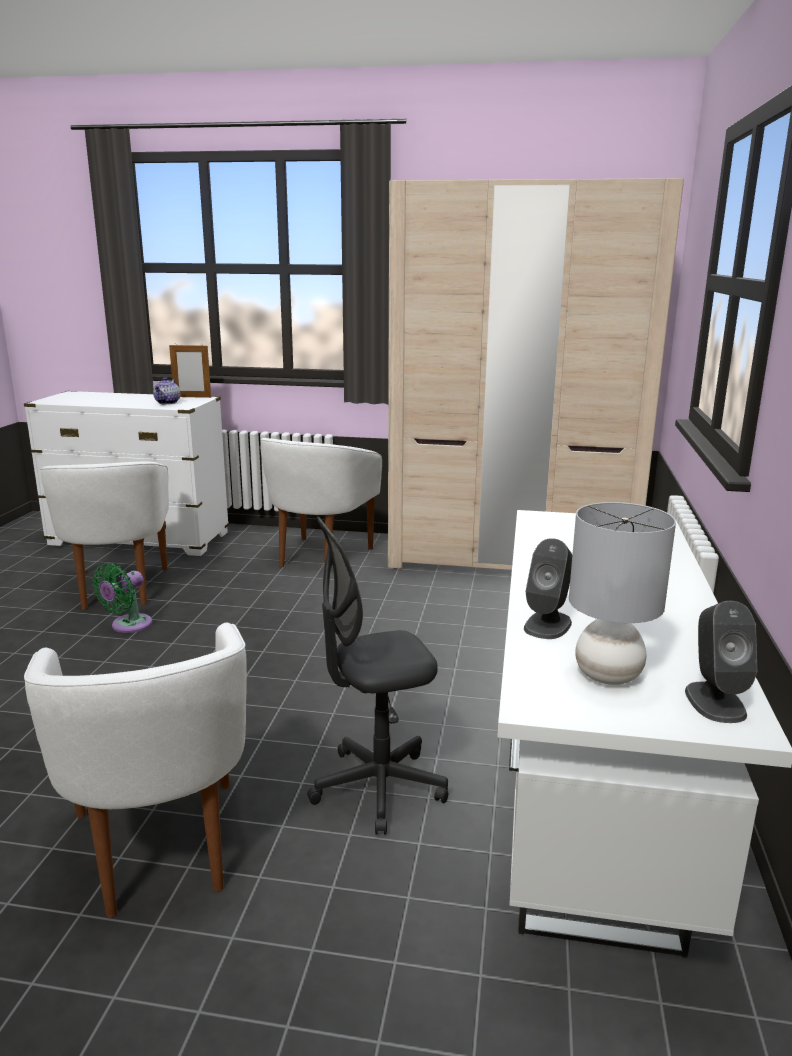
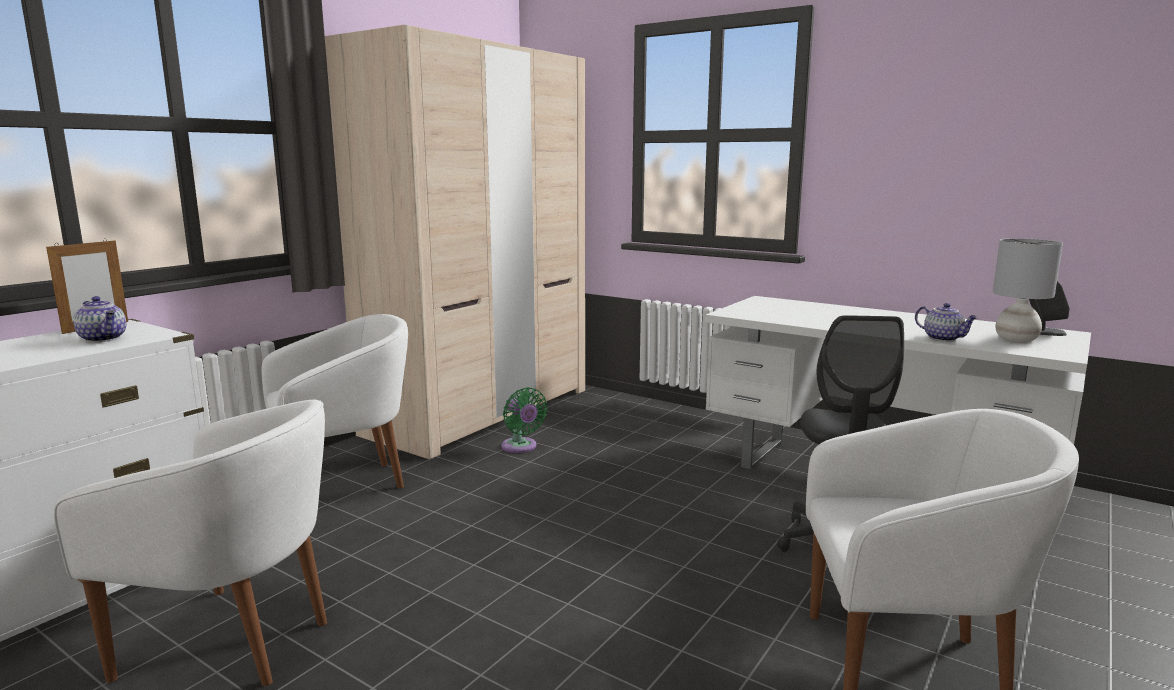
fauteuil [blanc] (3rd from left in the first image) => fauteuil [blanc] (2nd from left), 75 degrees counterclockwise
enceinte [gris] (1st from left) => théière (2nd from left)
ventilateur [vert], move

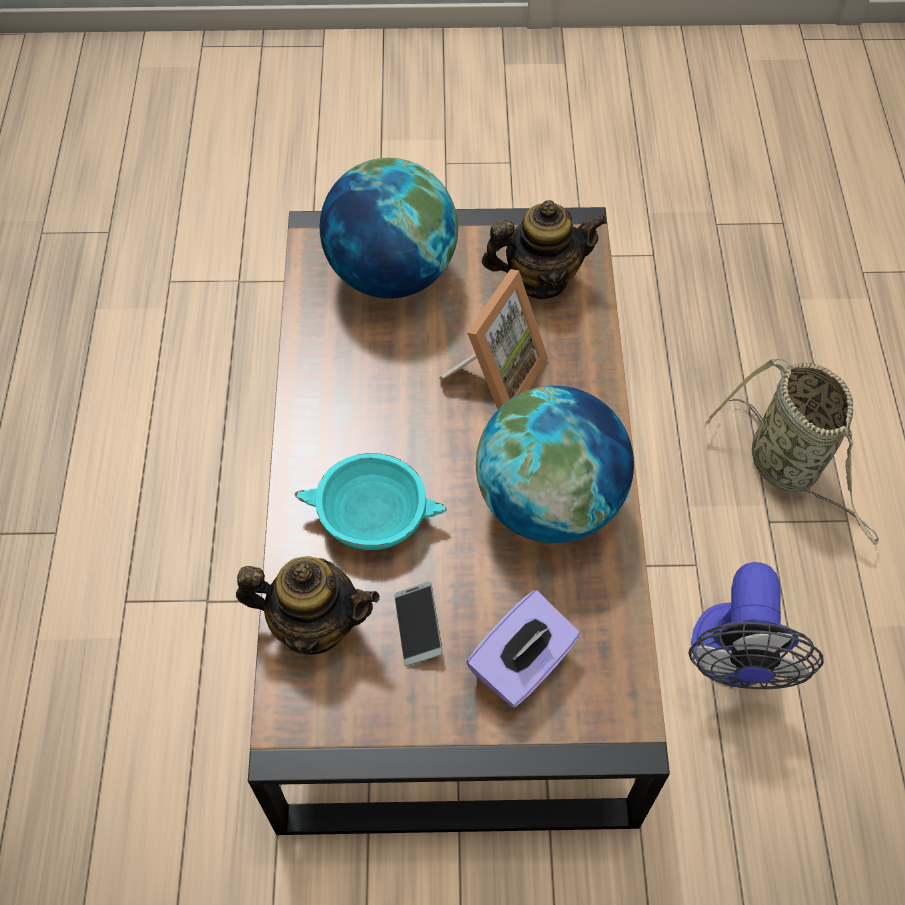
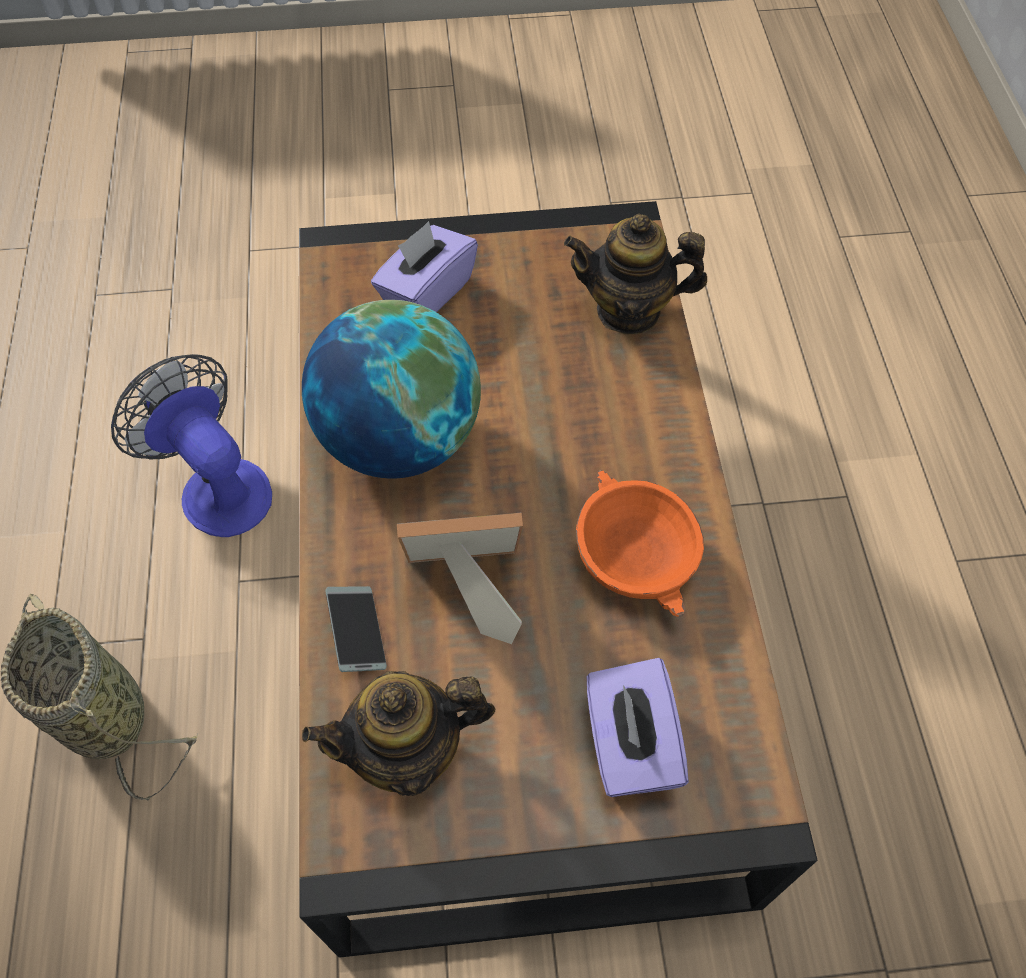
globe (1st from left) => boîte à mouchoirs [violet] (2nd from left)
cadre photo, 60 degrees clockwise
bol [turquoise] => nothing
ventilateur, 45 degrees counterclockwise
téléphone, move
nothing => bol [orange]

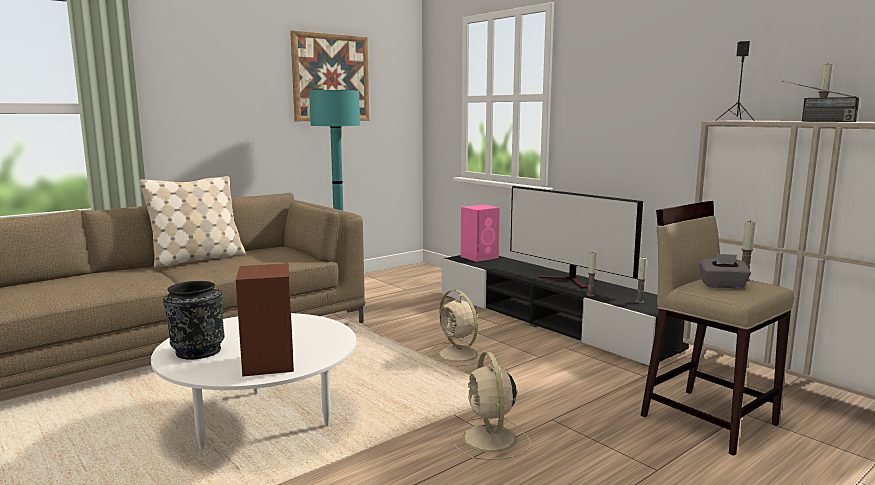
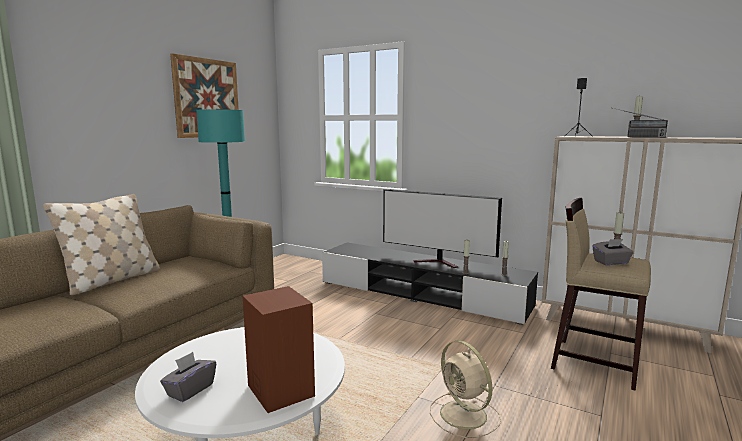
enceinte [rose] => nothing
vase [noir] => boîte à mouchoirs [gris] (1st from left)
ventilateur [beige] (1st from left) => nothing

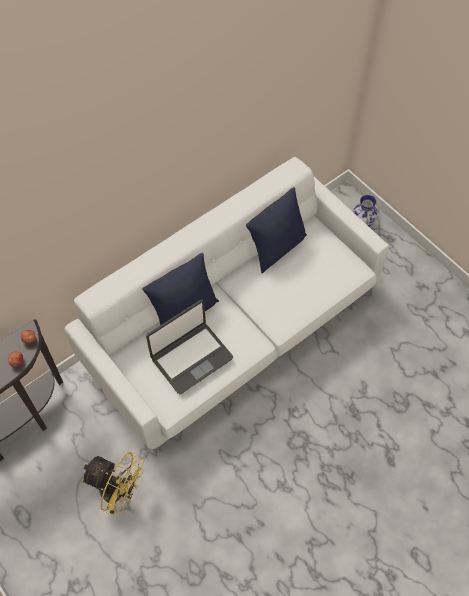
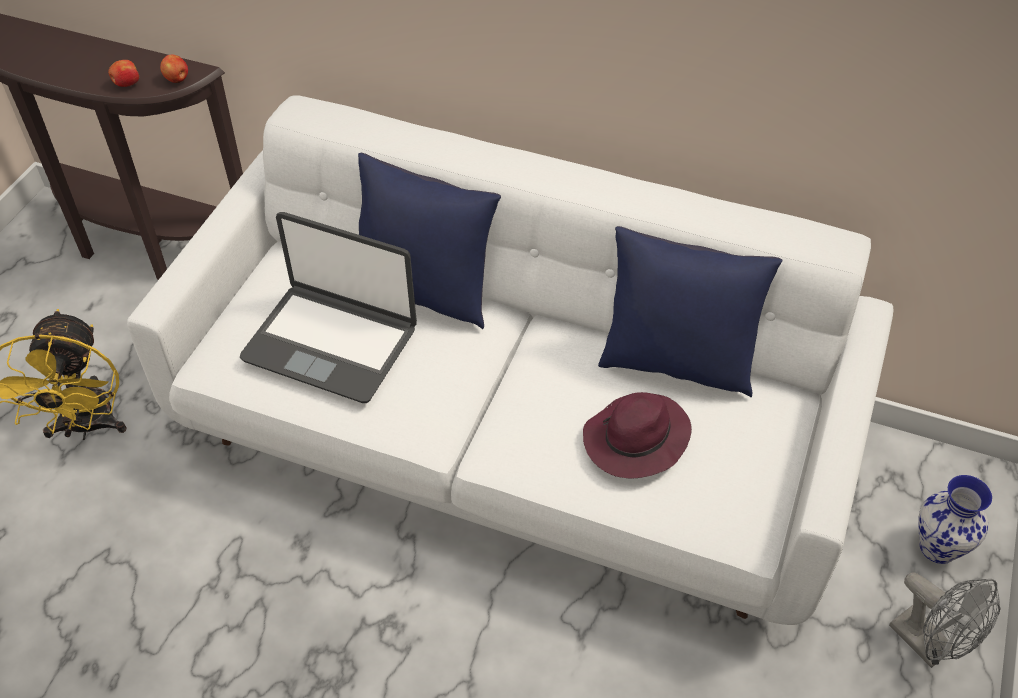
nothing => chapeau [violet]
nothing => ventilateur [gris]

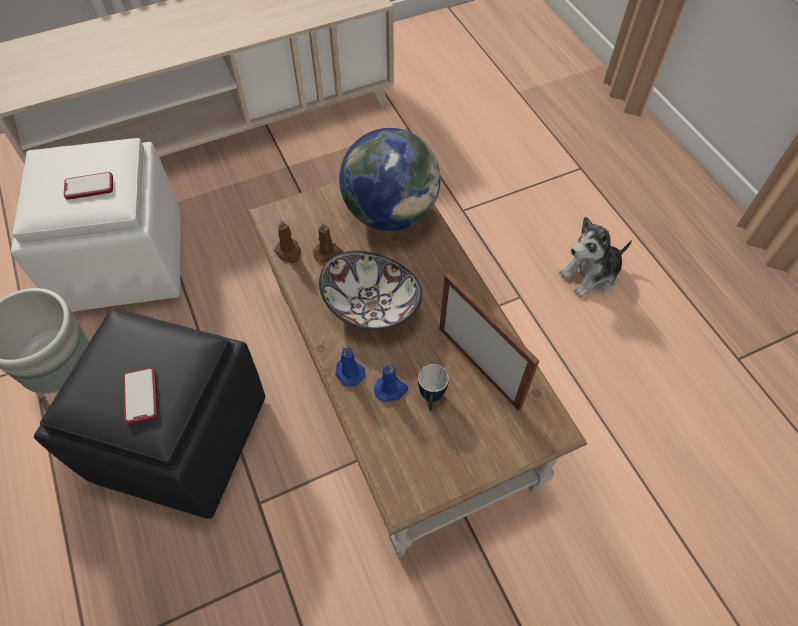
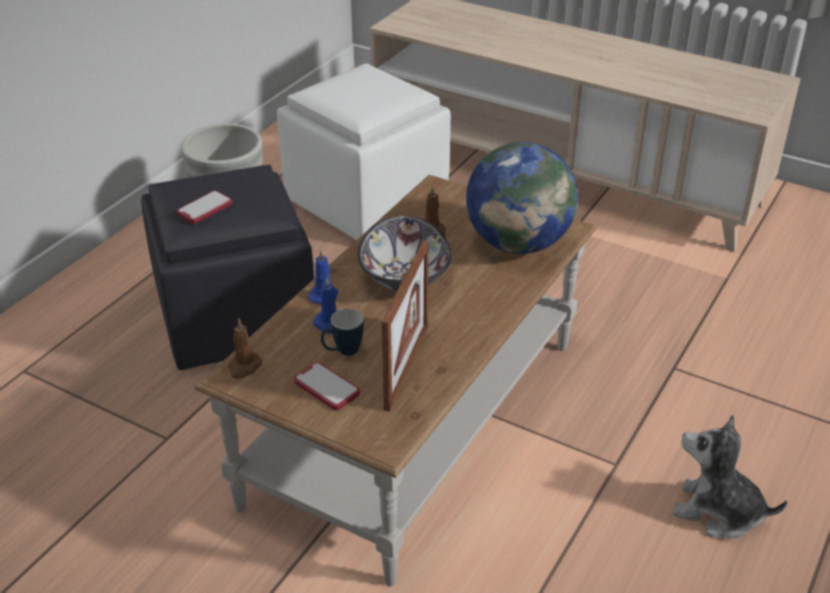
téléphone (1st from left in the first image) => téléphone (2nd from left), move
bougie [marron] (1st from left), move

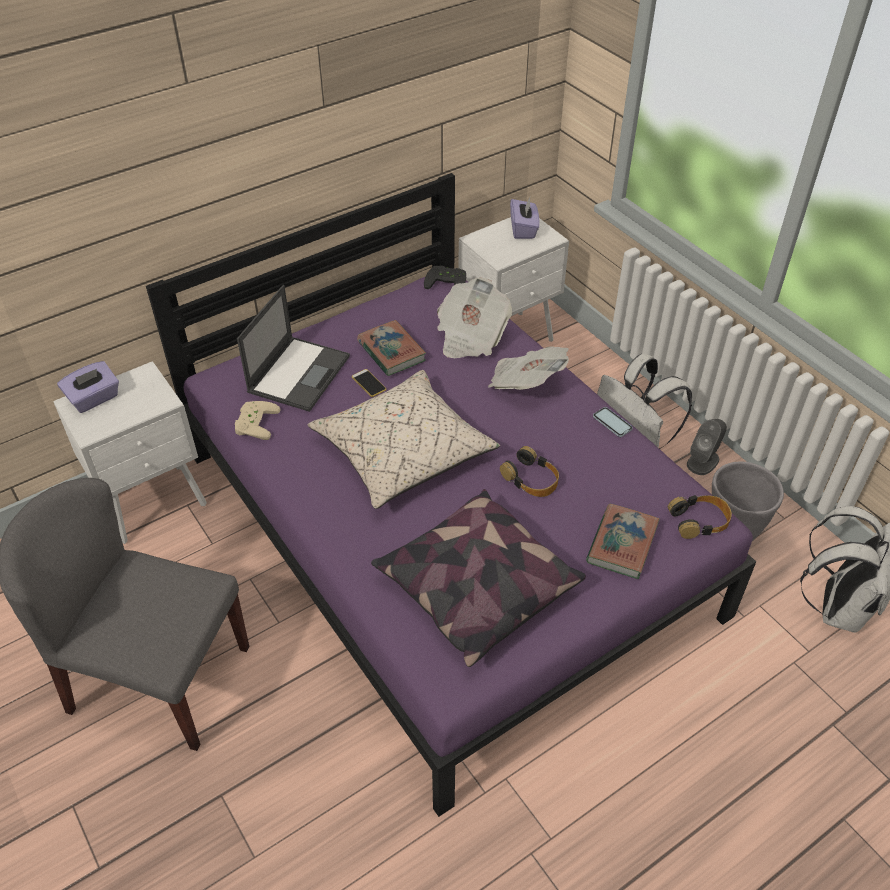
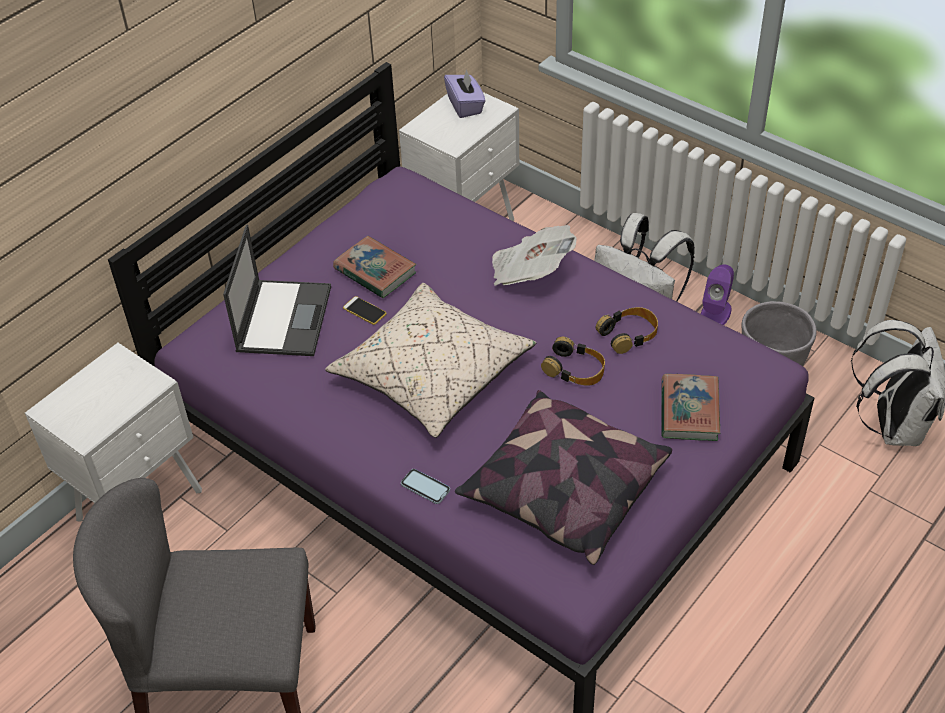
manette [noir] => nothing
journal (1st from left) => nothing
boîte à mouchoirs [violet] (1st from left) => nothing
manette [beige] => nothing
téléphone (2nd from left), move
enceinte [gris] => enceinte [violet]
casque audio (2nd from left), move

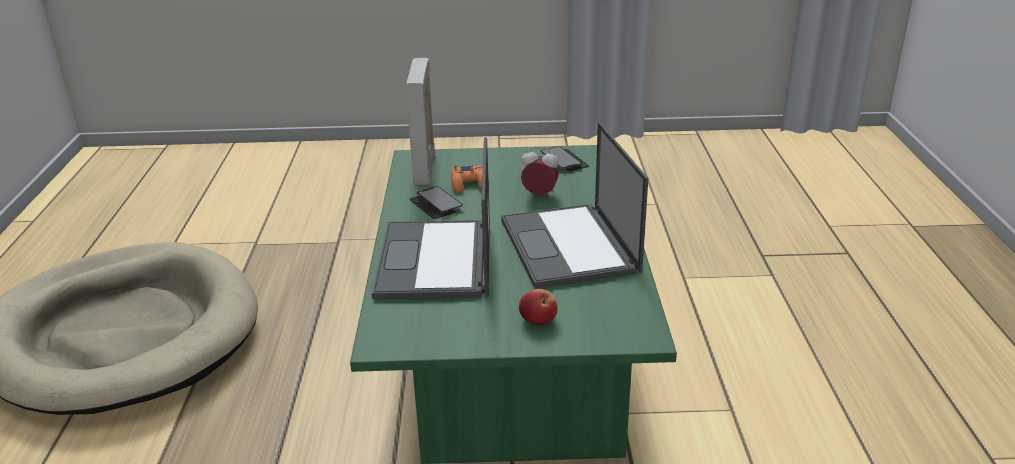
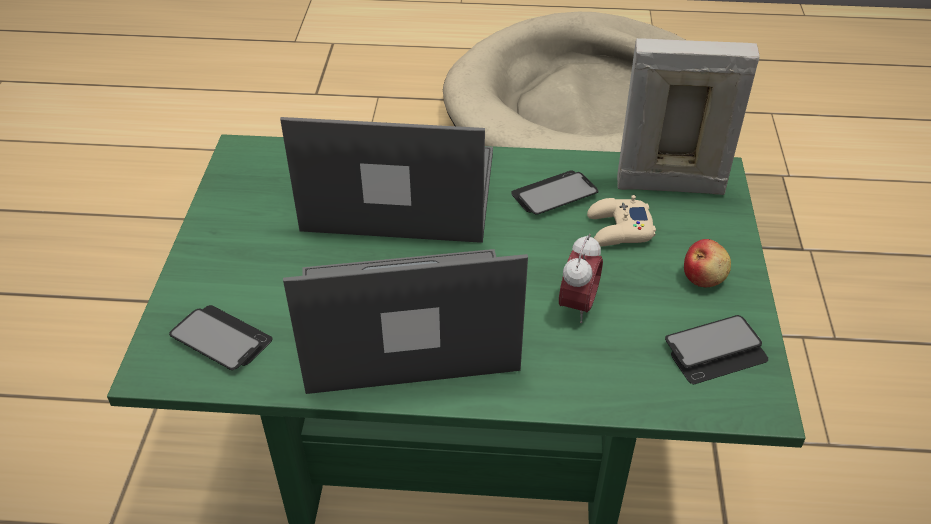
manette [orange] => manette [beige]
pomme, move
nothing => téléphone (1st from left)

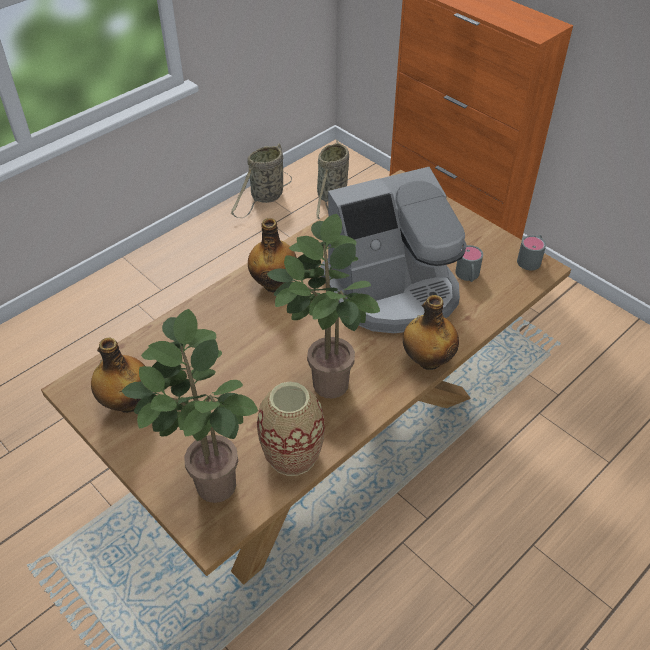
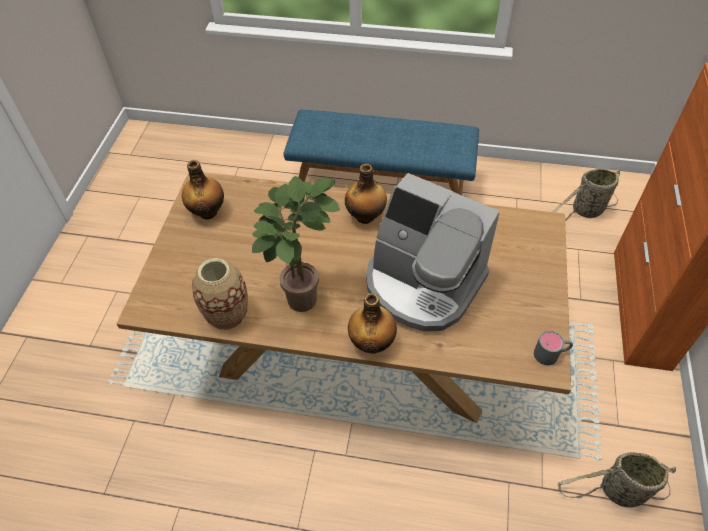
panier (1st from left in the first image) => panier (2nd from left), move
mug [gris] (1st from left) => nothing
plante en pot (1st from left) => nothing
nothing => banc [bleu]

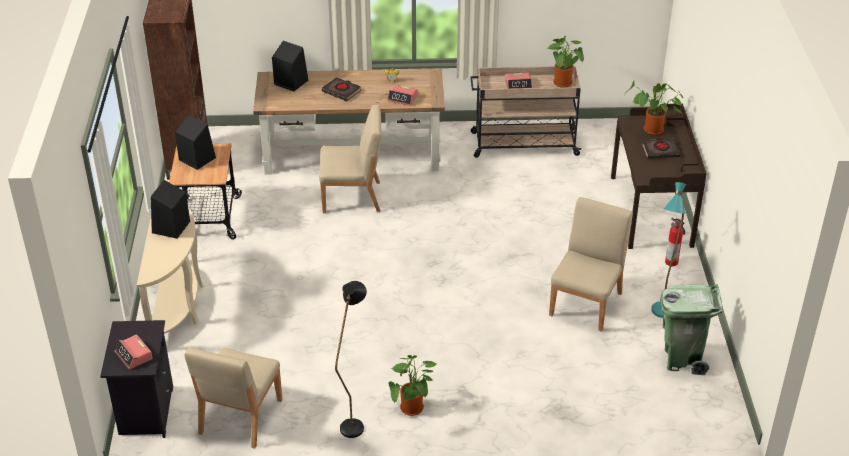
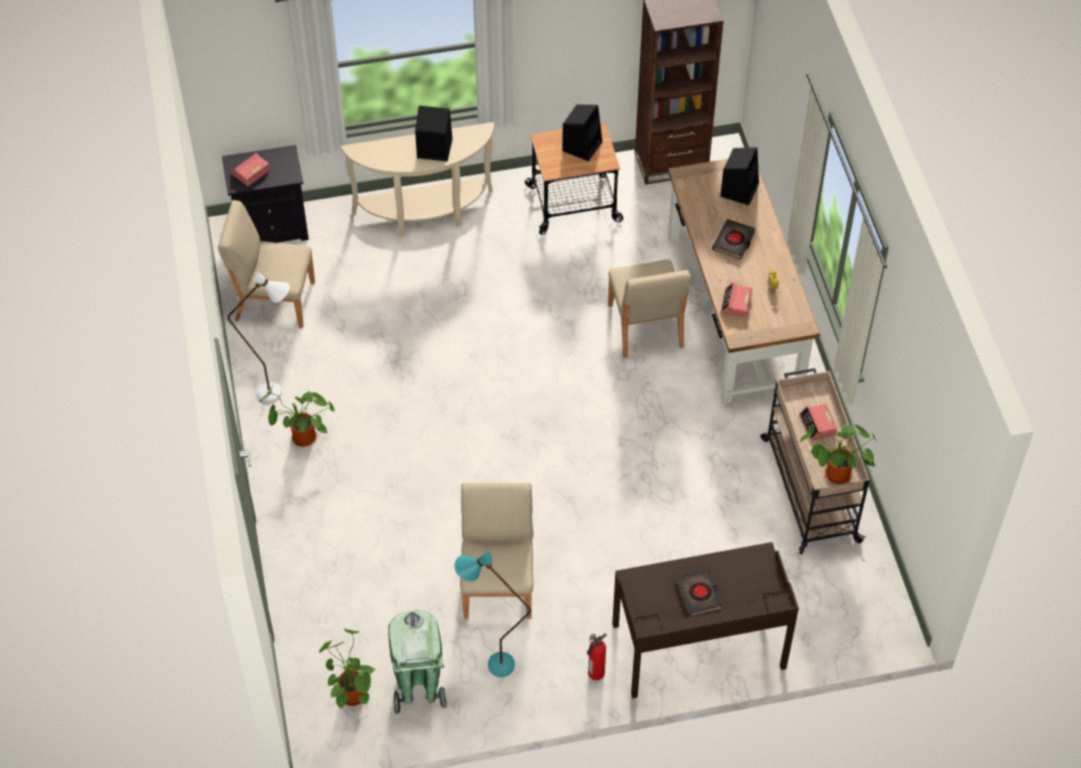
plante en pot (3rd from left in the first image) => plante en pot (2nd from left), move
chaise [beige] (3rd from left in the first image) => chaise [beige] (2nd from left), 105 degrees counterclockwise
lampadaire [noir] => lampadaire [blanc]

